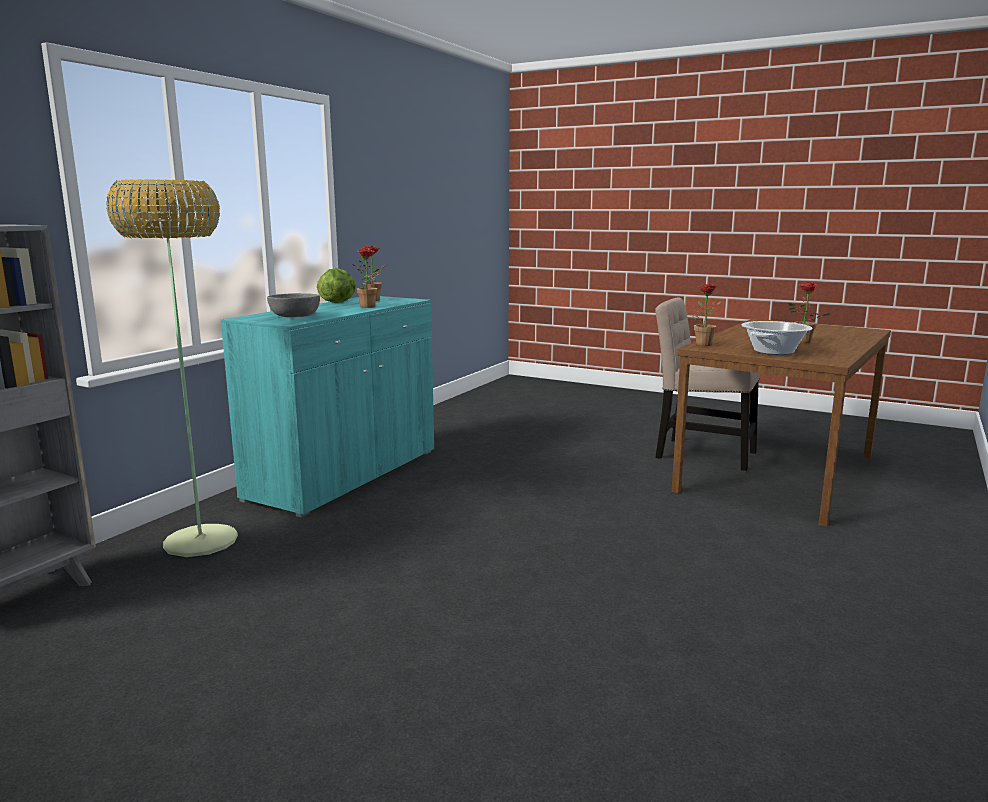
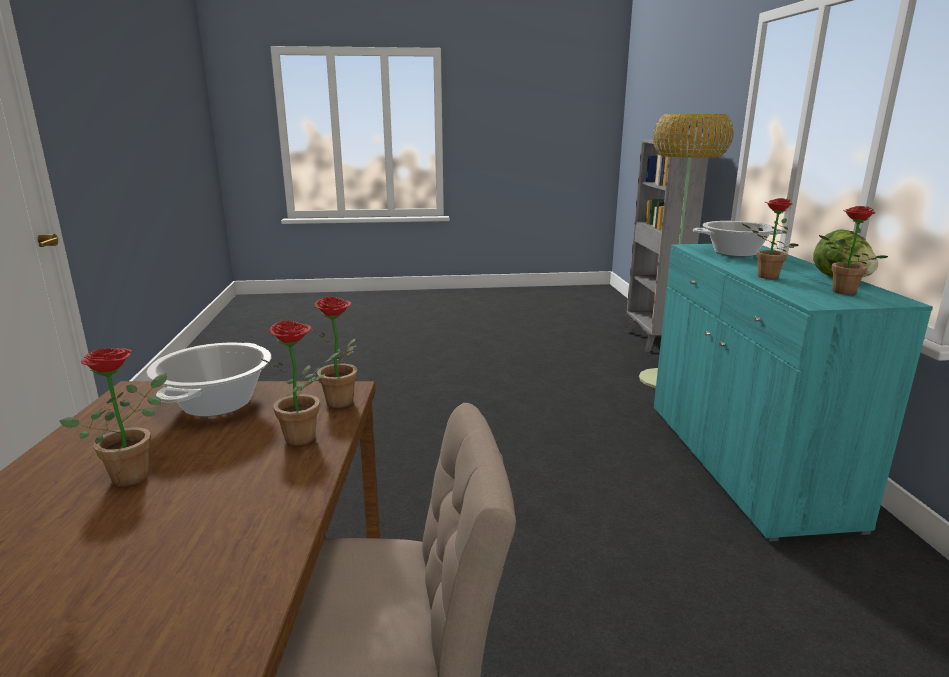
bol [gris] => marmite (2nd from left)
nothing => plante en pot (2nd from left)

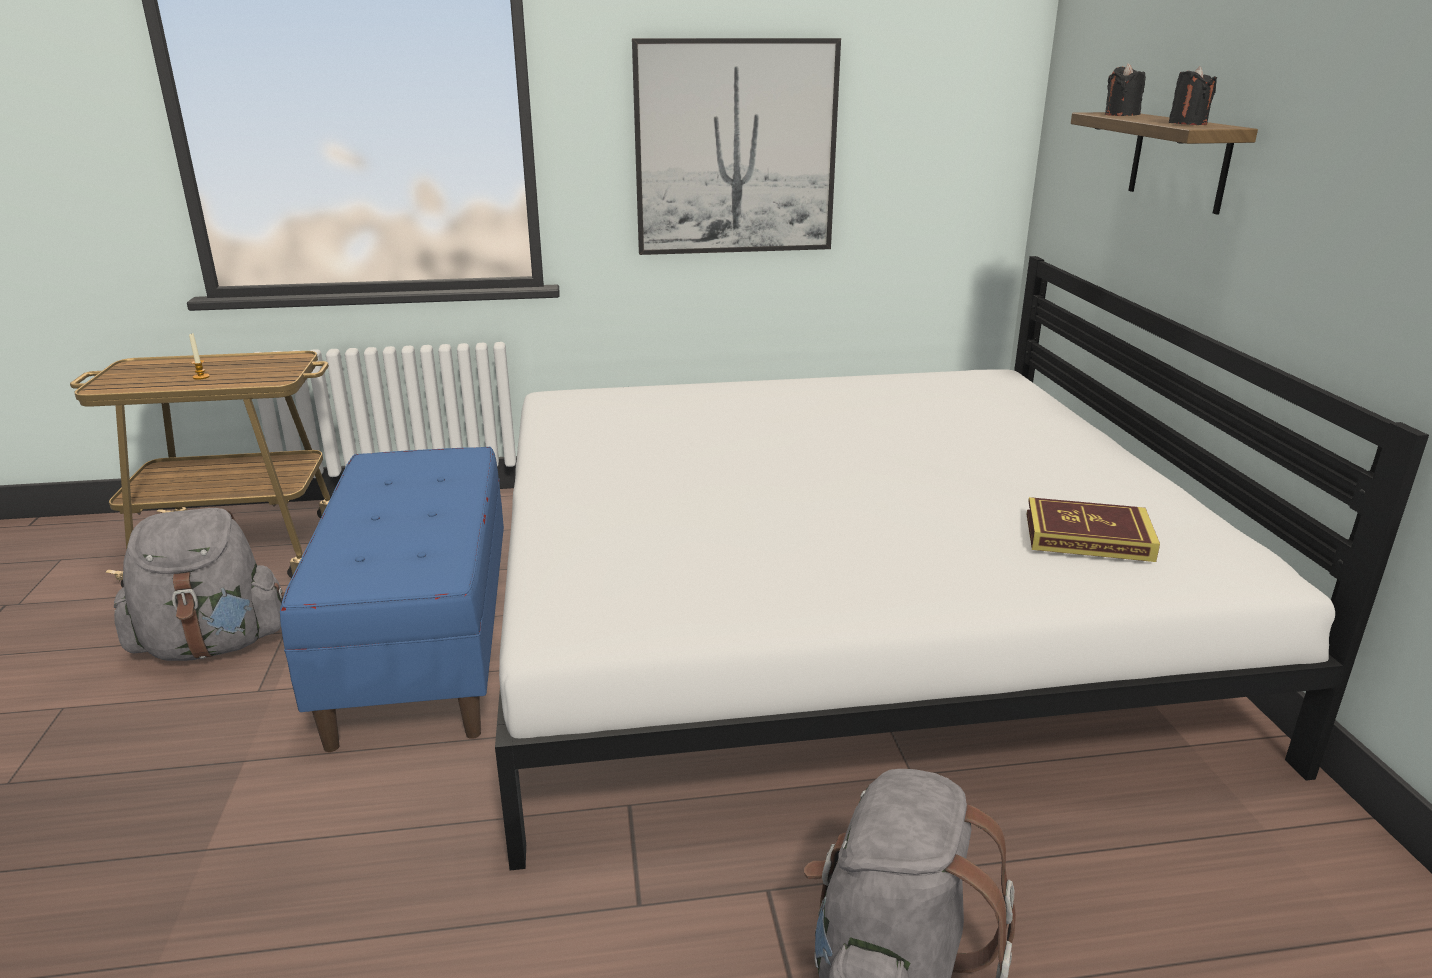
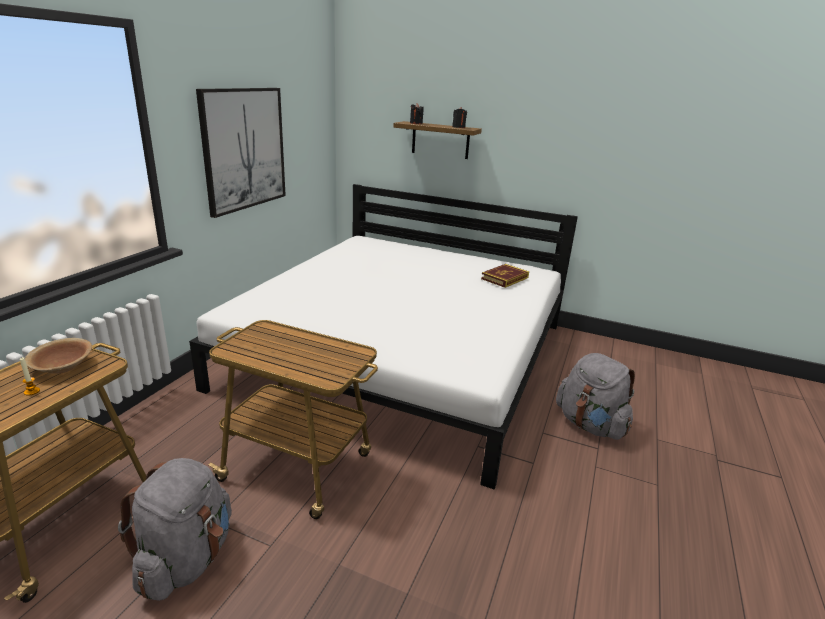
banc [bleu] => chariot (2nd from left)
nothing => bol [marron]

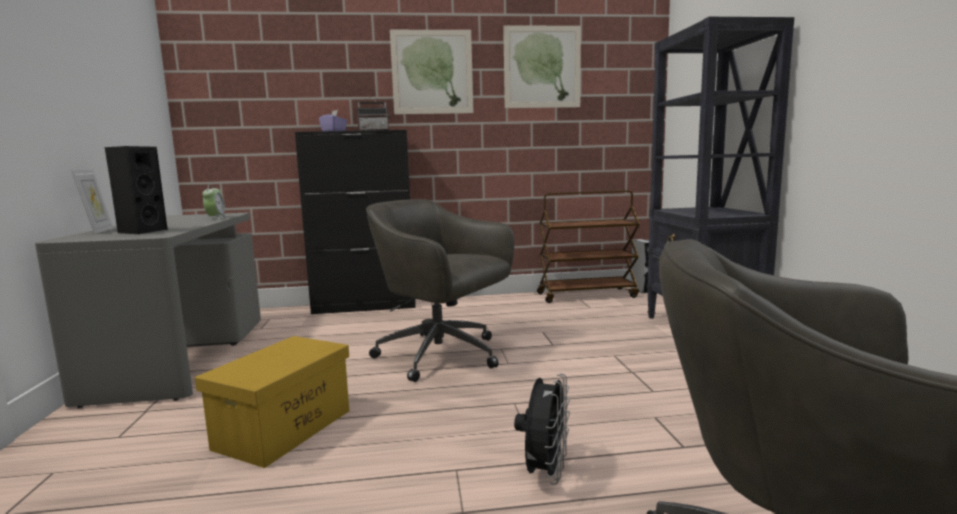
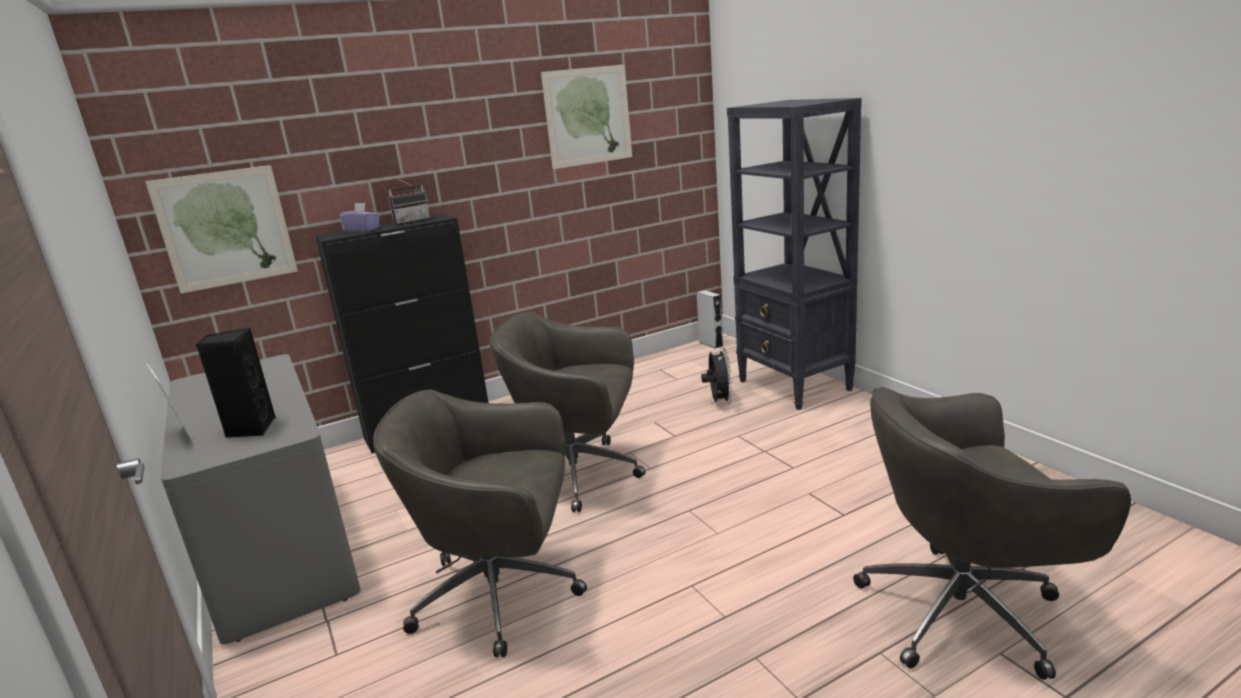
tableau (1st from left), move
réveil => nothing
chariot [marron] => nothing
boîte de rangement [jaune] => chaise de bureau [gris] (1st from left)
ventilateur [noir], move

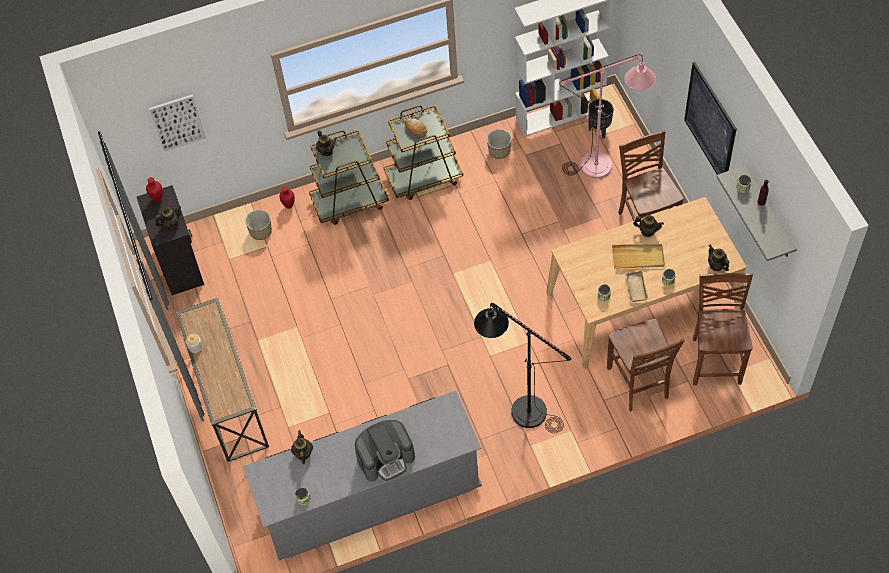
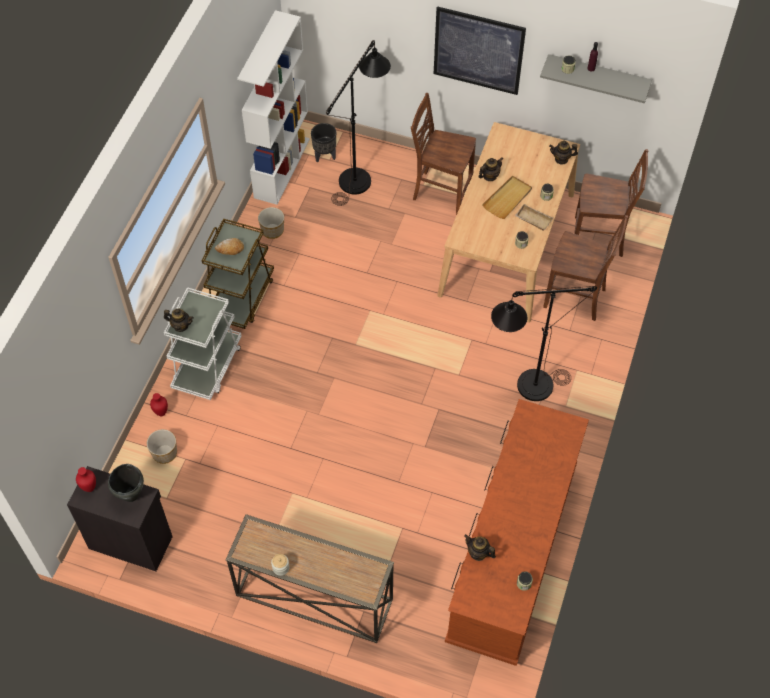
lampadaire [rose] => lampadaire [noir] (1st from left)
tableau (1st from left) => nothing
chariot [marron] (1st from left) => chariot [blanc]
théière (1st from left) => marmite [noir]
chaise [marron] (3rd from left), 150 degrees clockwise
commode [gris] => commode [marron]
machine à café => nothing

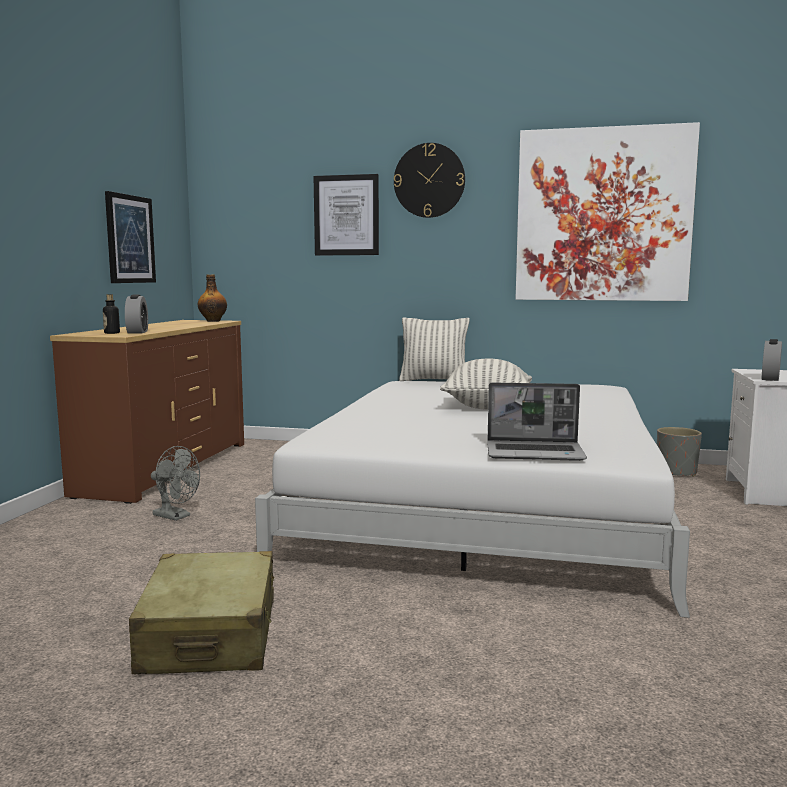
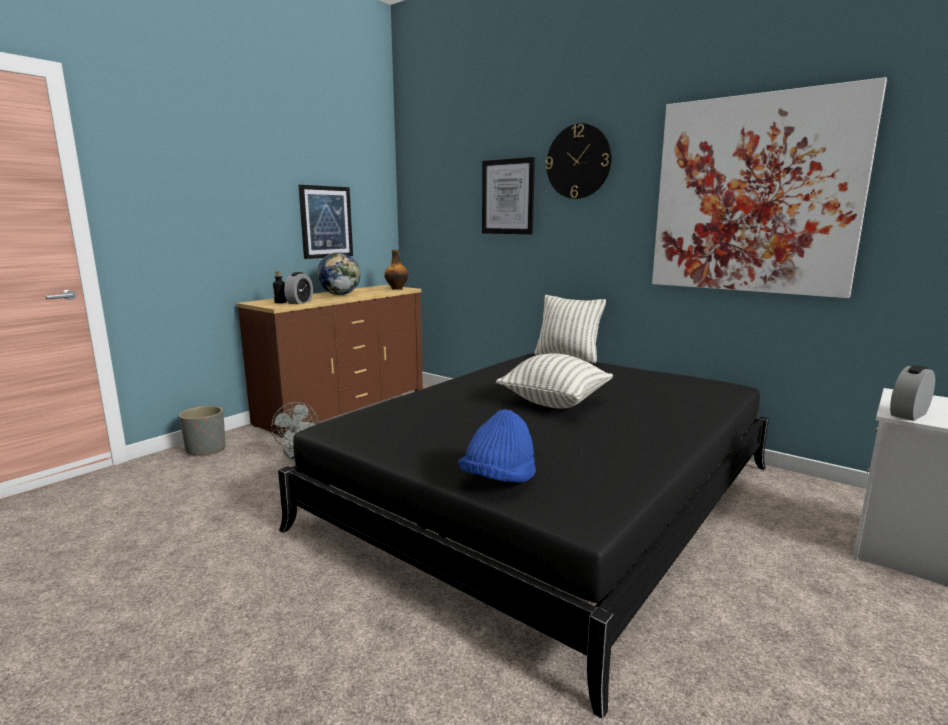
lit [blanc] => lit [noir]
ordinateur portable => chapeau [bleu]
cache-pot [gris], move
valise [beige] => nothing
nothing => globe

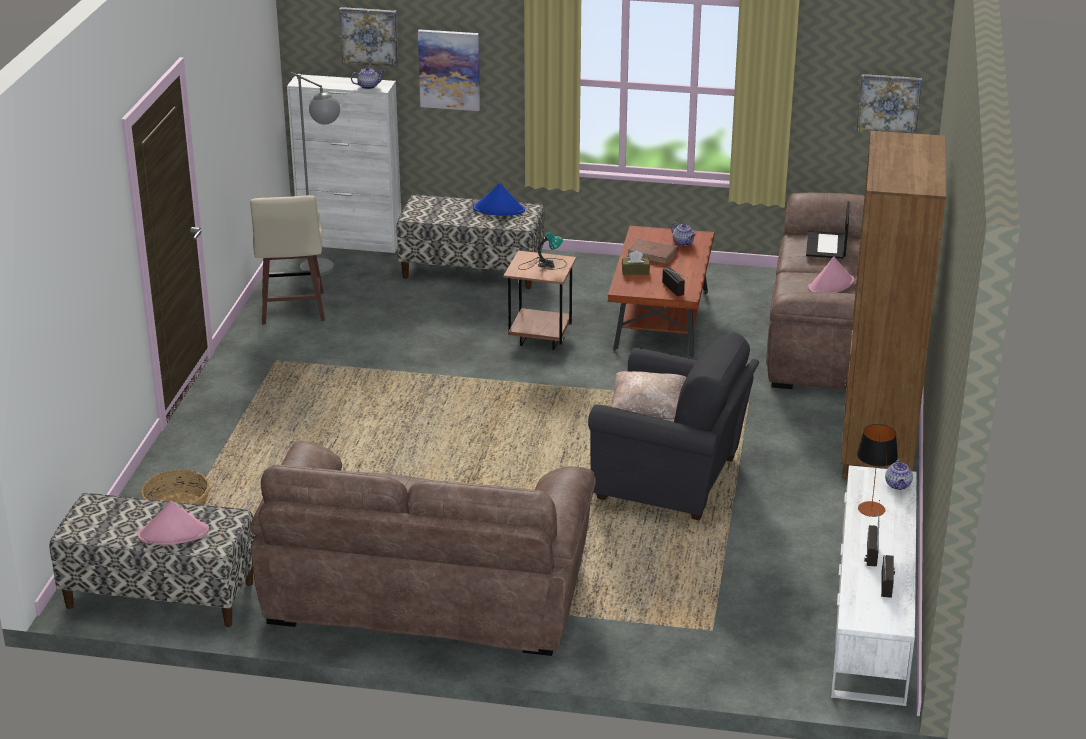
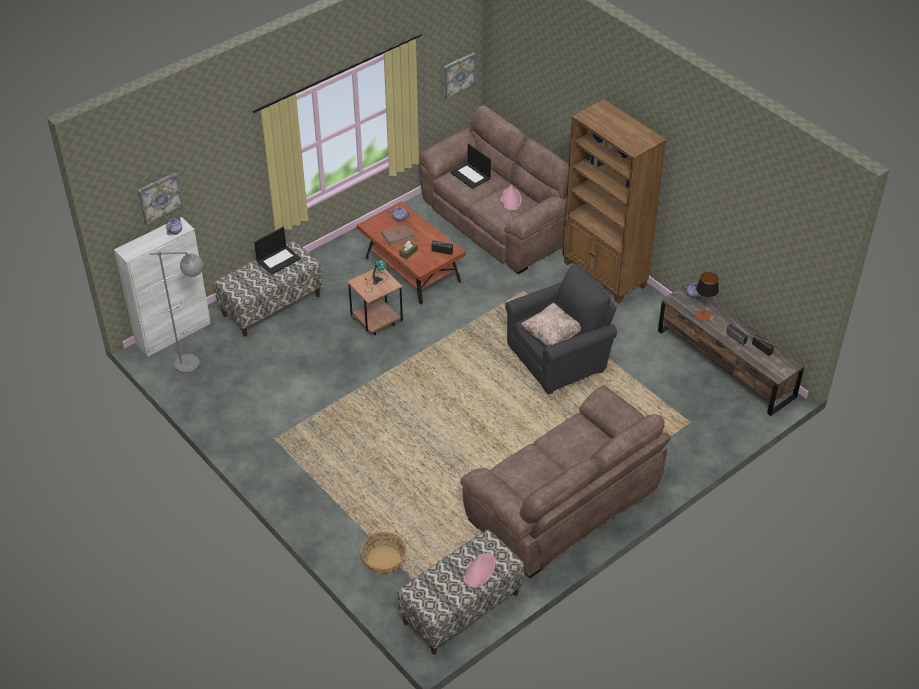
tableau (2nd from left) => nothing
chapeau [bleu] => ordinateur portable (1st from left)
tabouret [beige] => nothing
meuble télé [blanc] => meuble télé [marron]

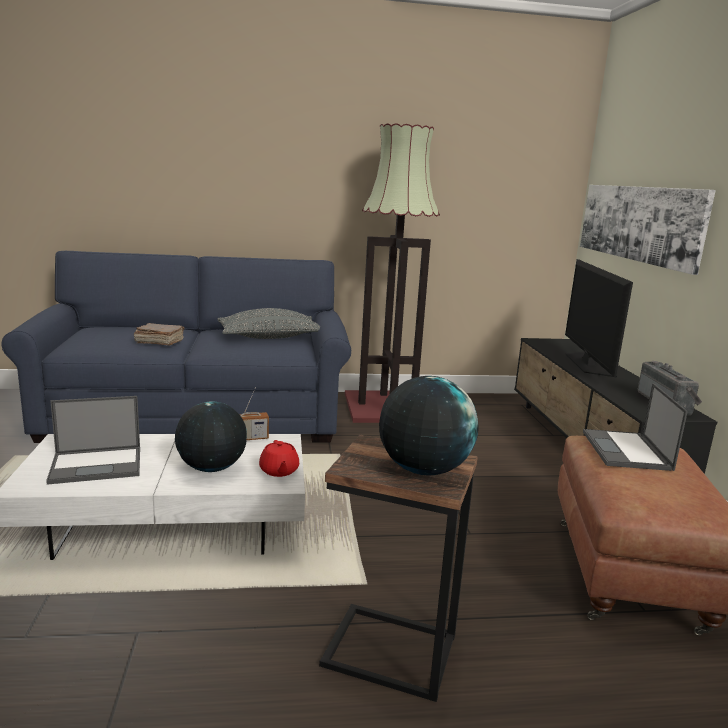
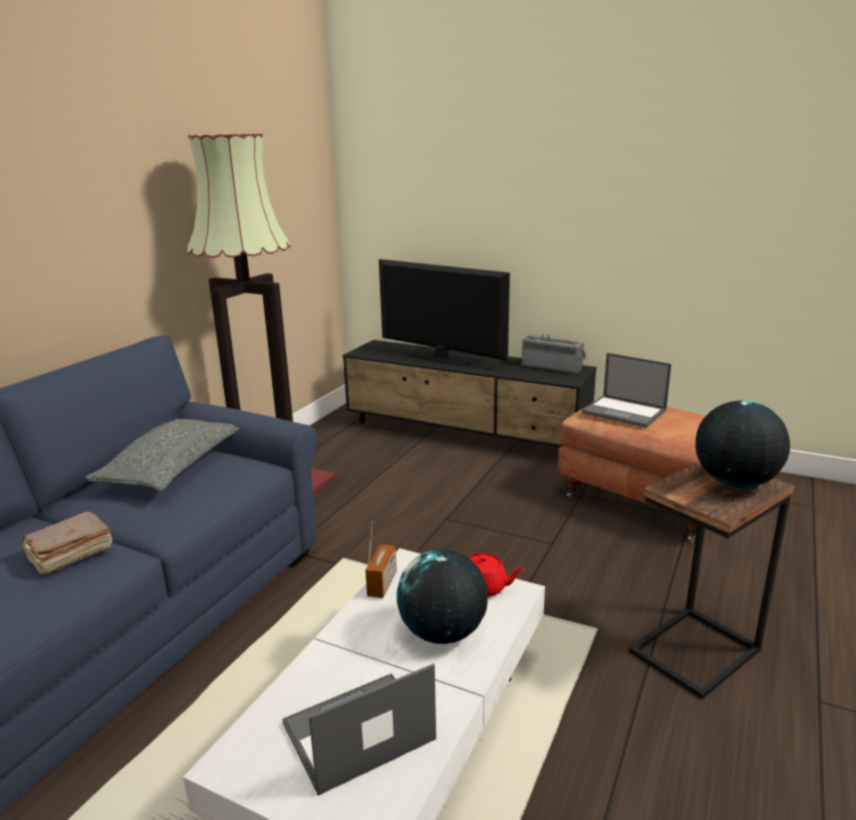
tableau => nothing
ordinateur portable (1st from left), 135 degrees counterclockwise

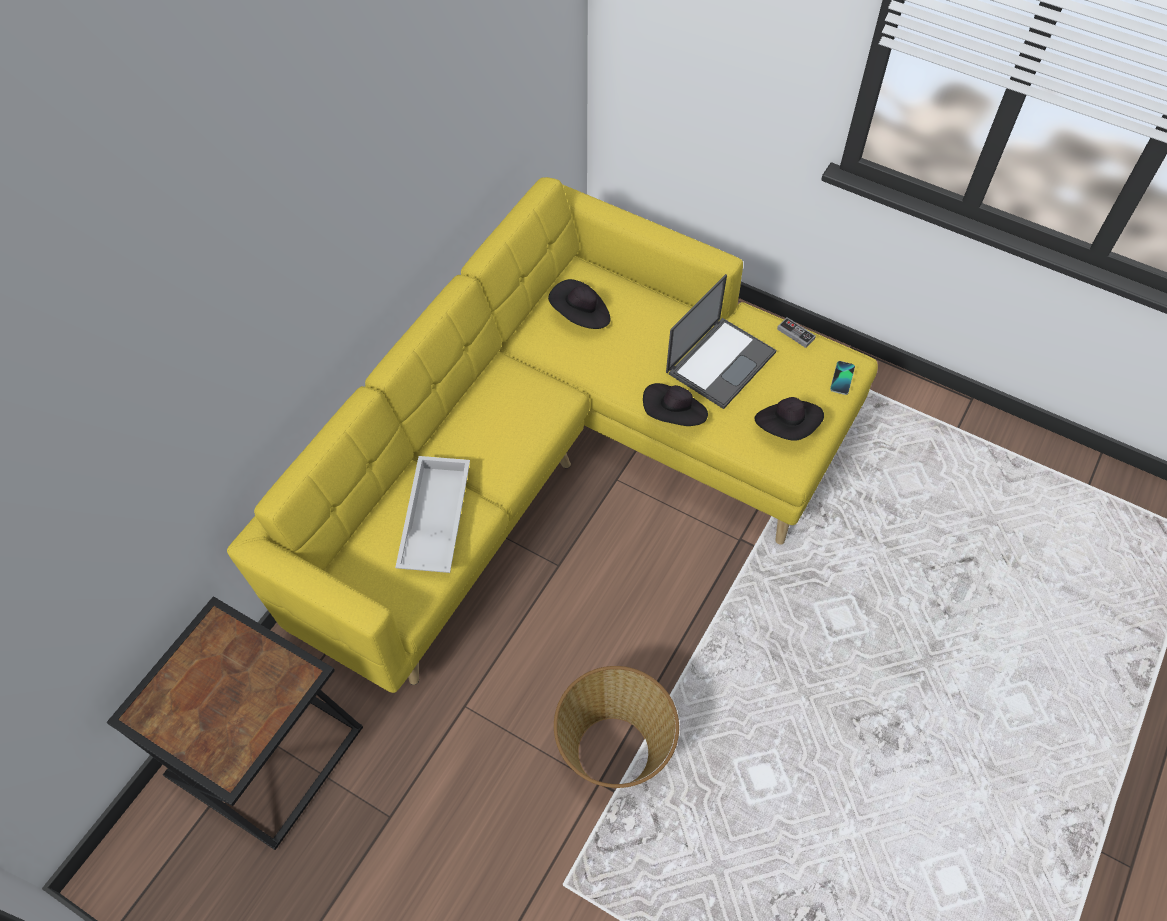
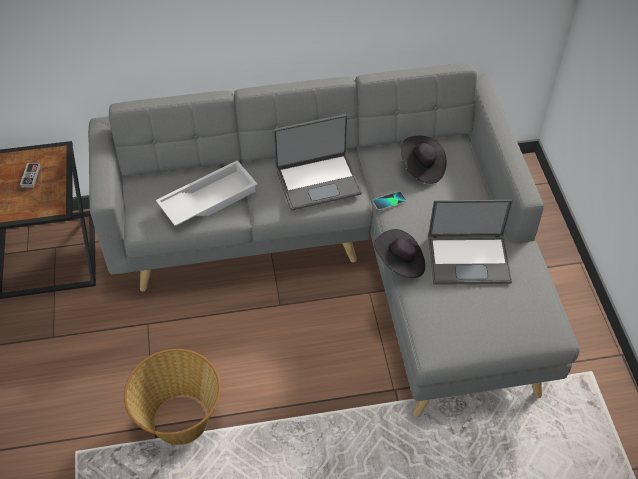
canapé [jaune] => canapé [gris]
manette, move
téléphone, move
chapeau [noir] (3rd from left) => nothing
nothing => ordinateur portable (1st from left)

